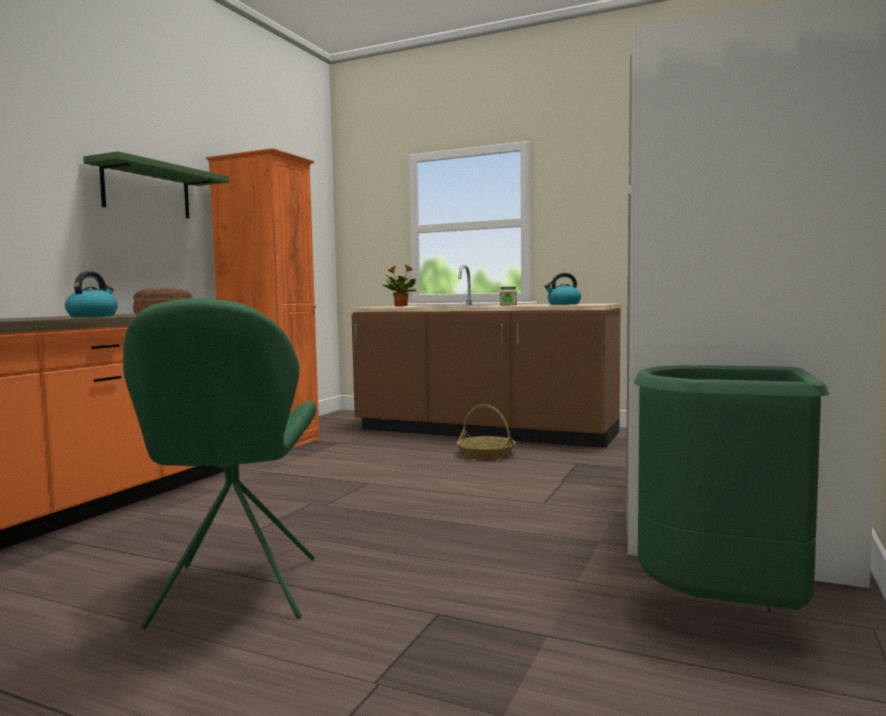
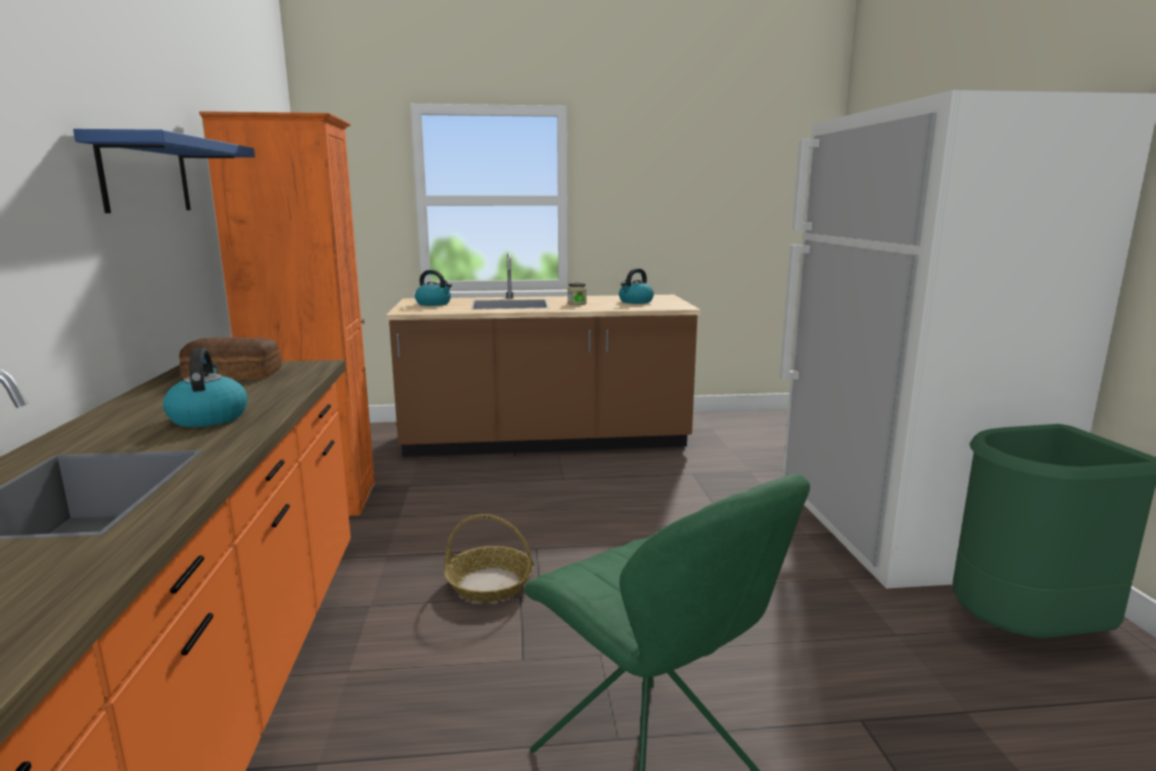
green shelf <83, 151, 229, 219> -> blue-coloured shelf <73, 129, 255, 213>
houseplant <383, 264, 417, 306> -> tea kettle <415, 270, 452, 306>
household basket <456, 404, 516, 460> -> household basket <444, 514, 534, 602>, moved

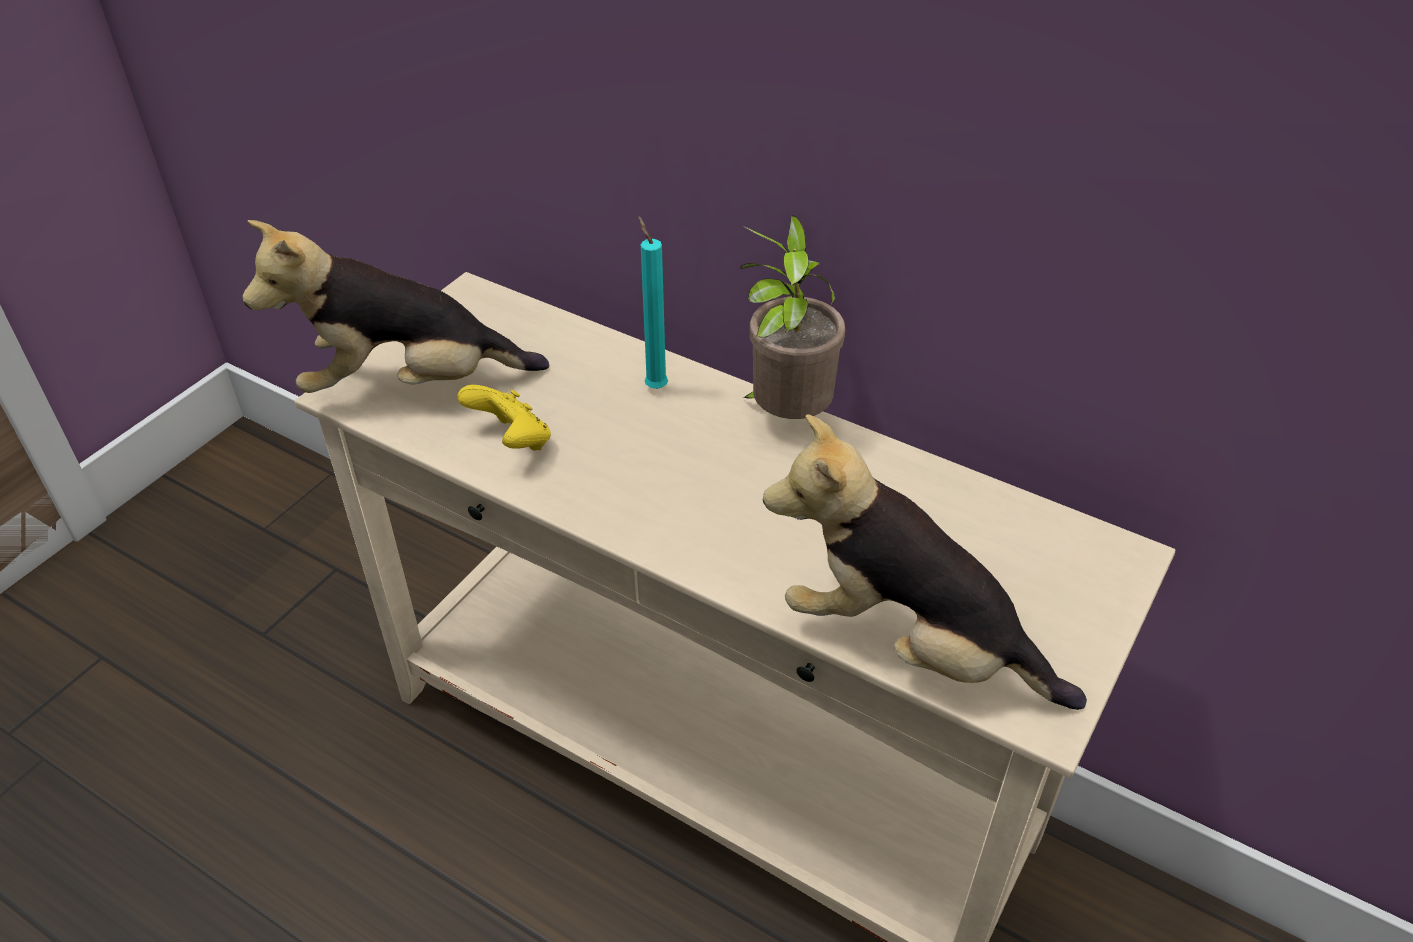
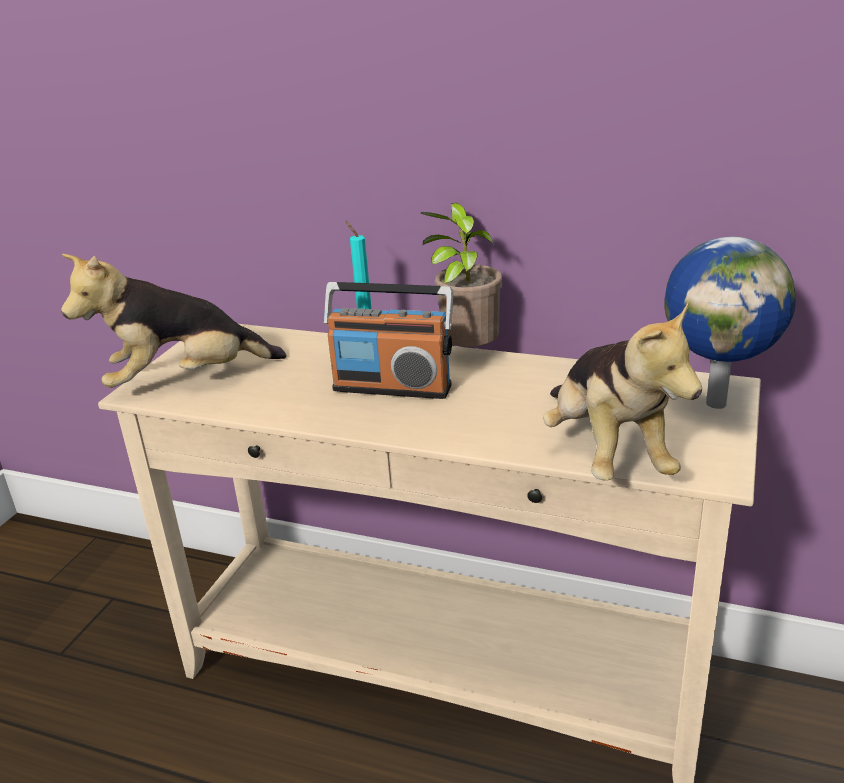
none -> radio receiver <324, 282, 453, 399>
plush toy <763, 415, 1087, 710> -> plush toy <543, 302, 702, 481>, 120 degrees counterclockwise
none -> world globe <664, 237, 796, 409>
yellow-coloured joypad <457, 385, 551, 451> -> none

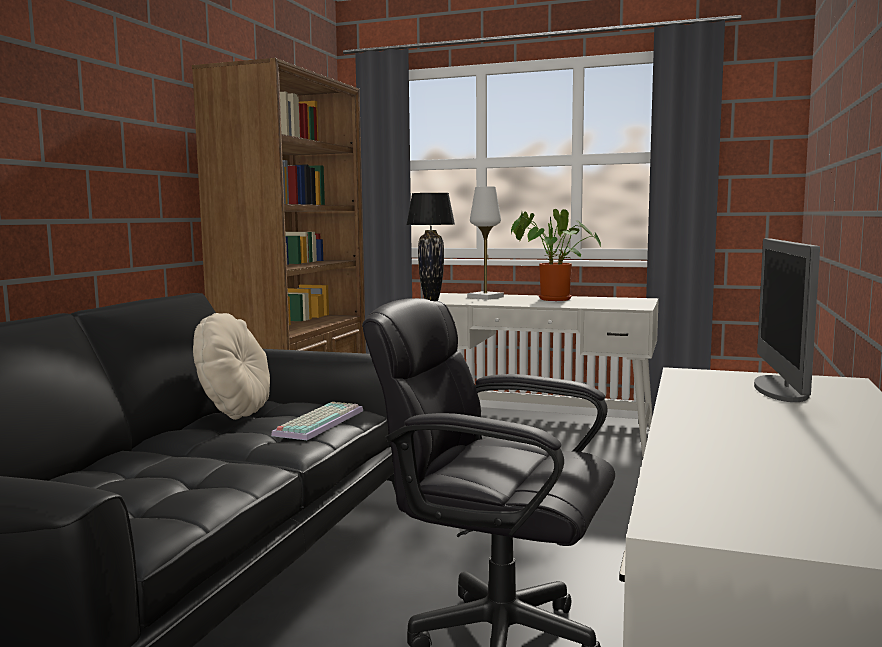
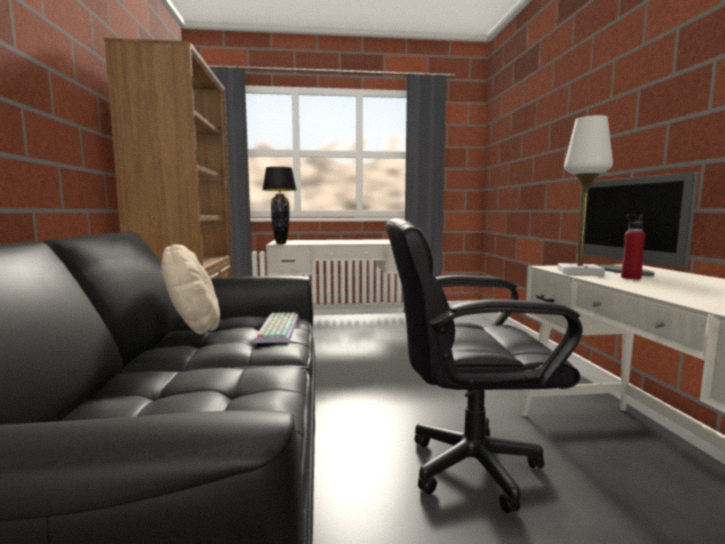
white lamp for a table <467, 186, 504, 300> -> white lamp for a table <558, 115, 613, 275>, moved
none -> reddish drink bottle <621, 214, 645, 279>
houseplant <511, 209, 601, 301> -> none

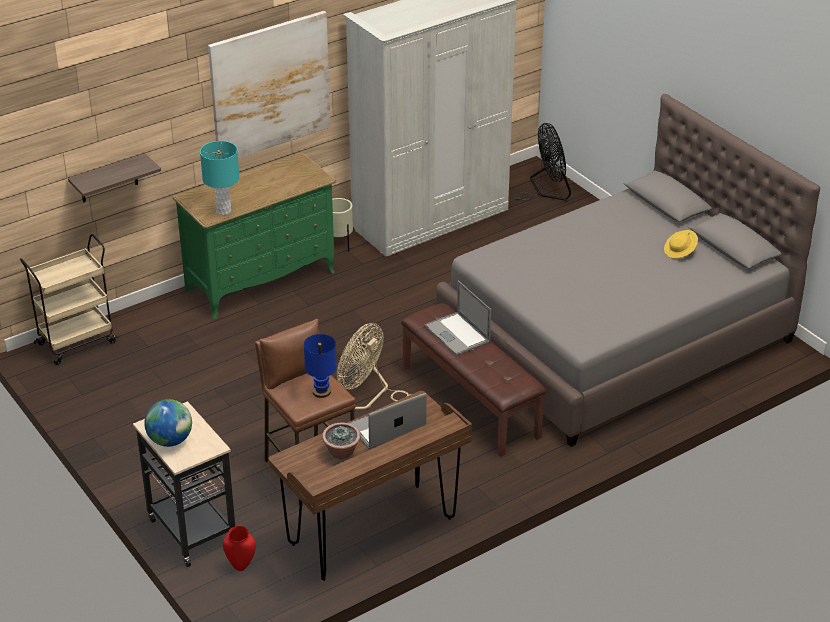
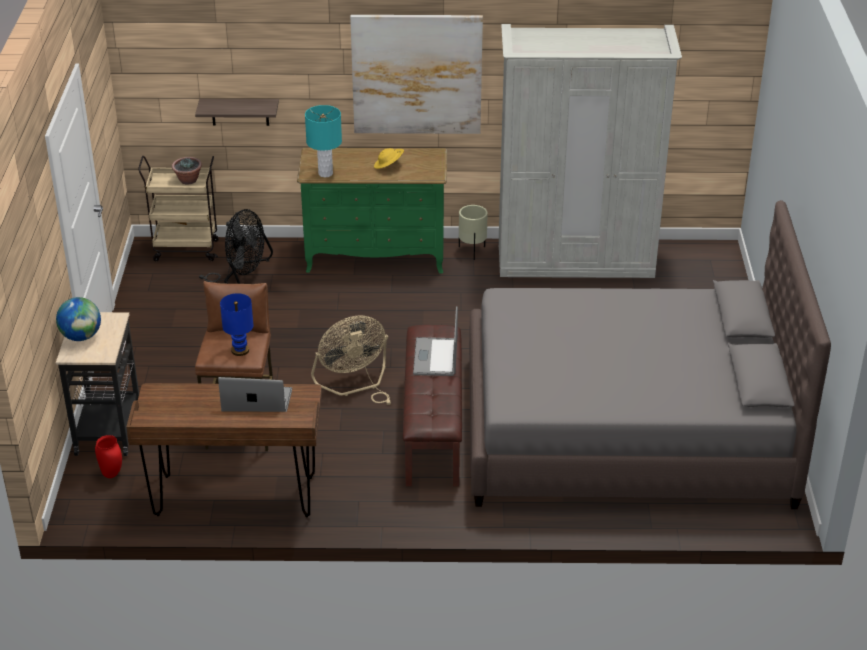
houseplant <322, 422, 360, 459> -> houseplant <172, 157, 202, 185>, moved
blackish electric fan <514, 123, 571, 201> -> blackish electric fan <199, 209, 273, 284>, moved
yellow-coloured wearable hat <664, 230, 698, 259> -> yellow-coloured wearable hat <374, 148, 404, 169>, moved

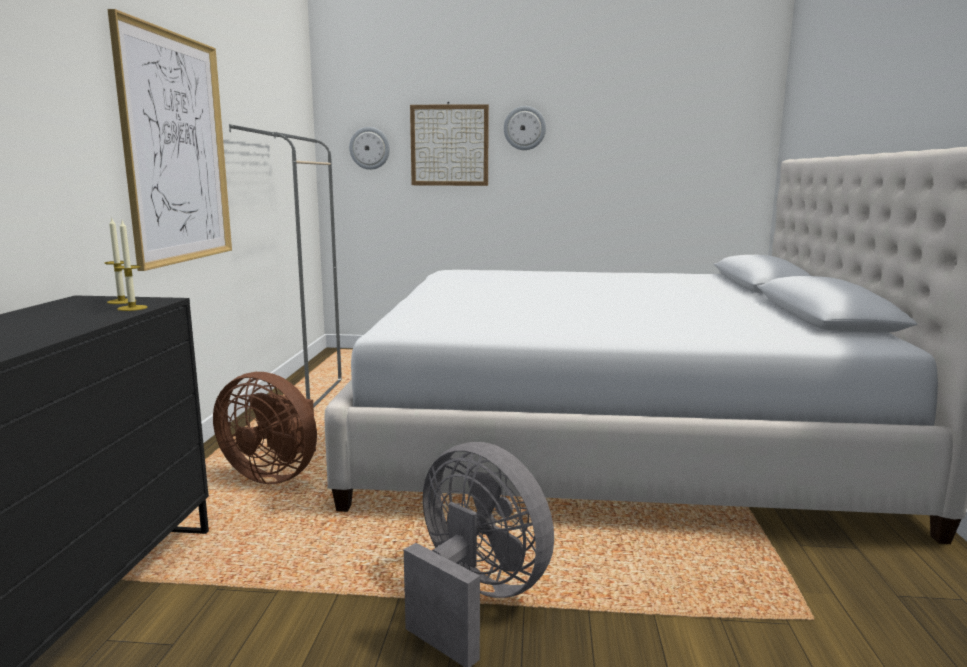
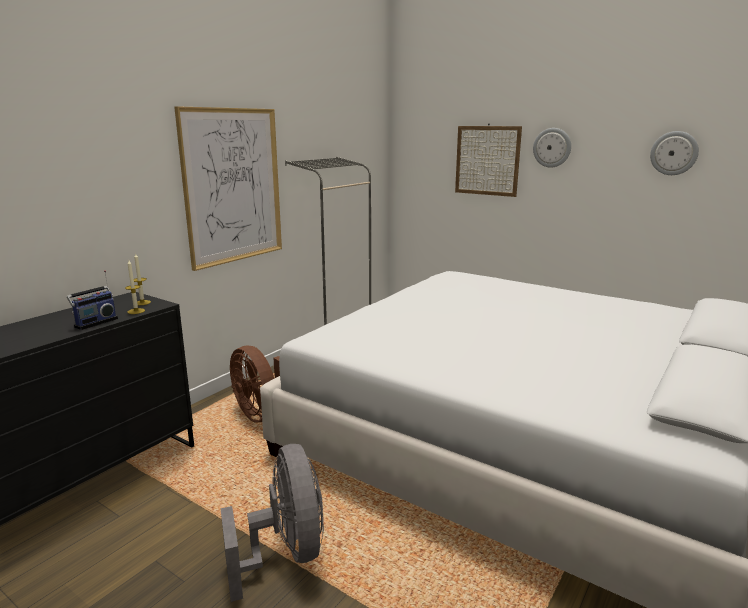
none -> radio receiver <67, 270, 118, 330>
hanging clock <349, 127, 390, 170> -> hanging clock <650, 131, 699, 175>, moved

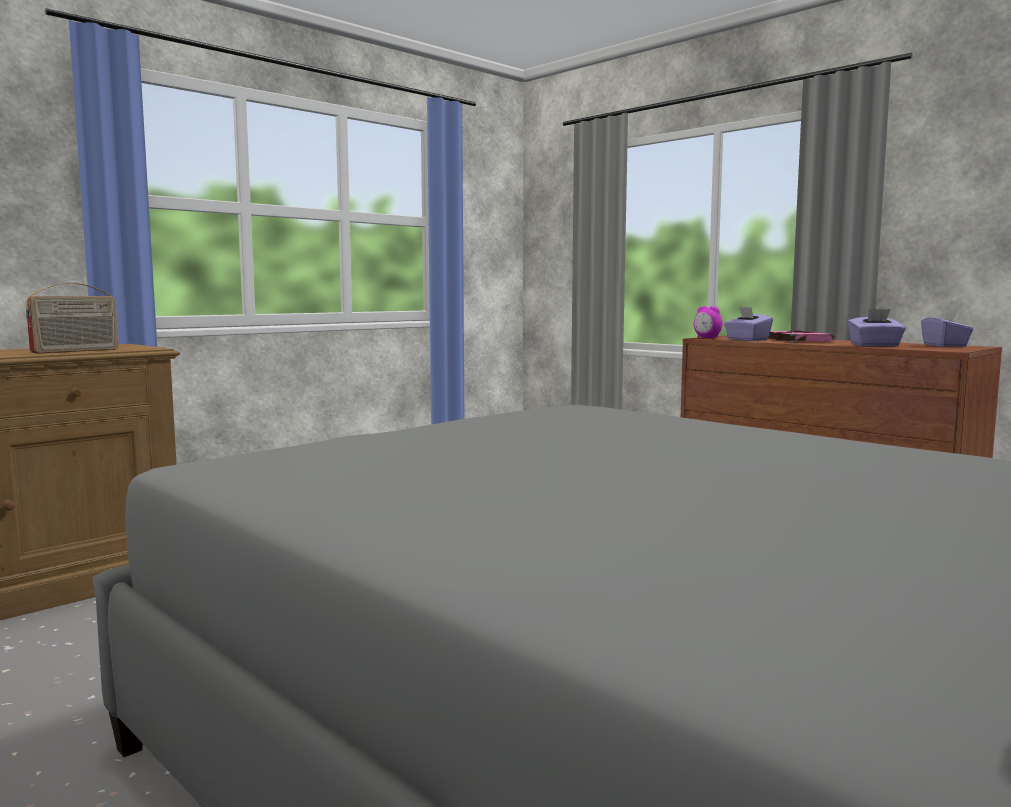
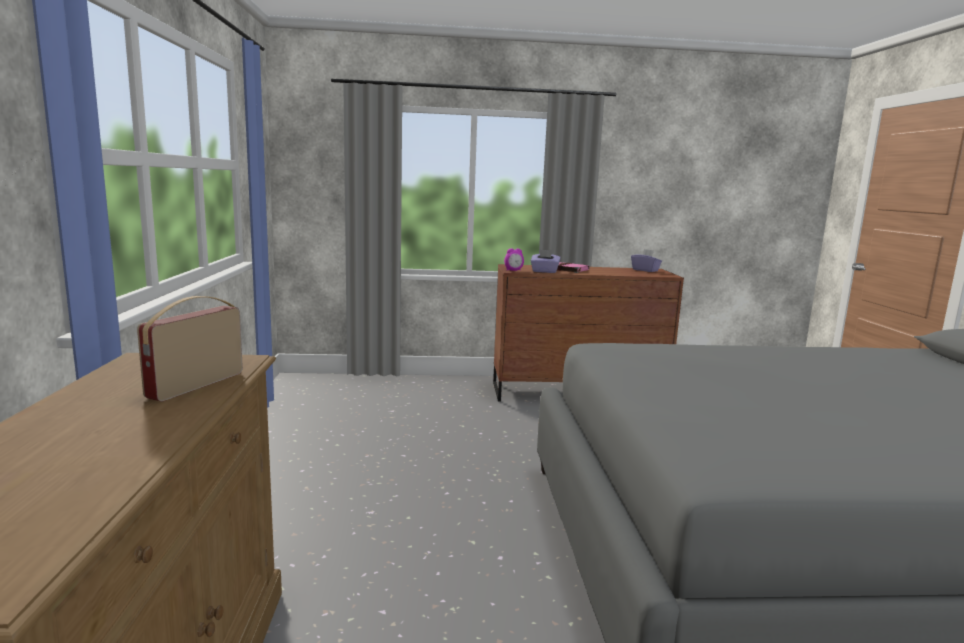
radio receiver <26, 283, 119, 354> -> radio receiver <137, 296, 243, 402>, 150 degrees counterclockwise
purplish tissue box <848, 309, 906, 347> -> none

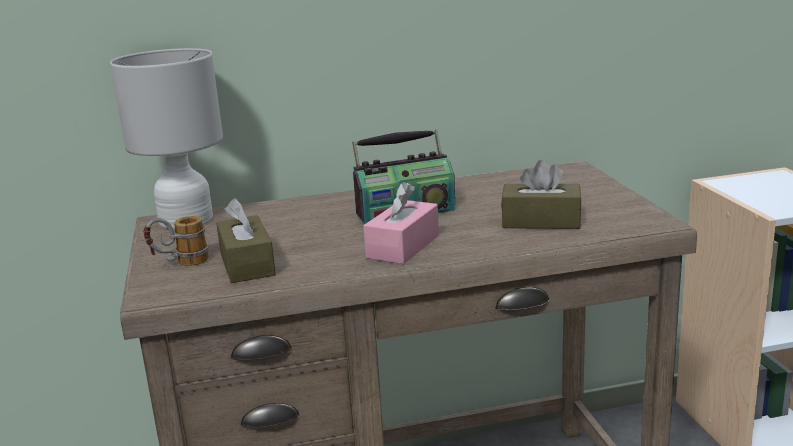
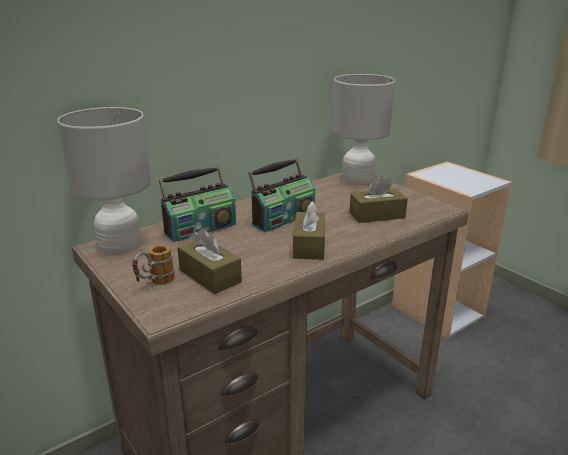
none -> radio receiver <159, 167, 236, 242>
pink-coloured tissue box <363, 182, 439, 264> -> brown tissue box <293, 201, 325, 260>
none -> greyish lamp for a table <332, 74, 395, 184>

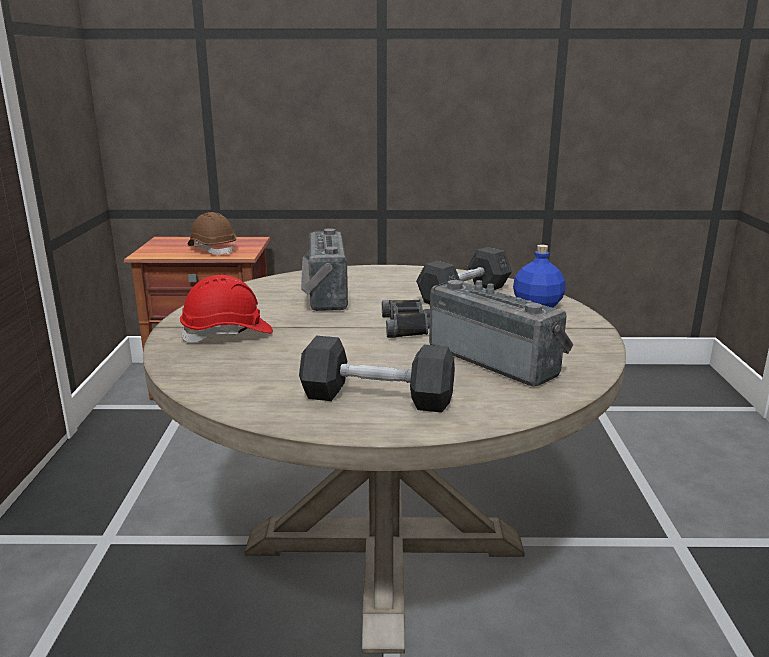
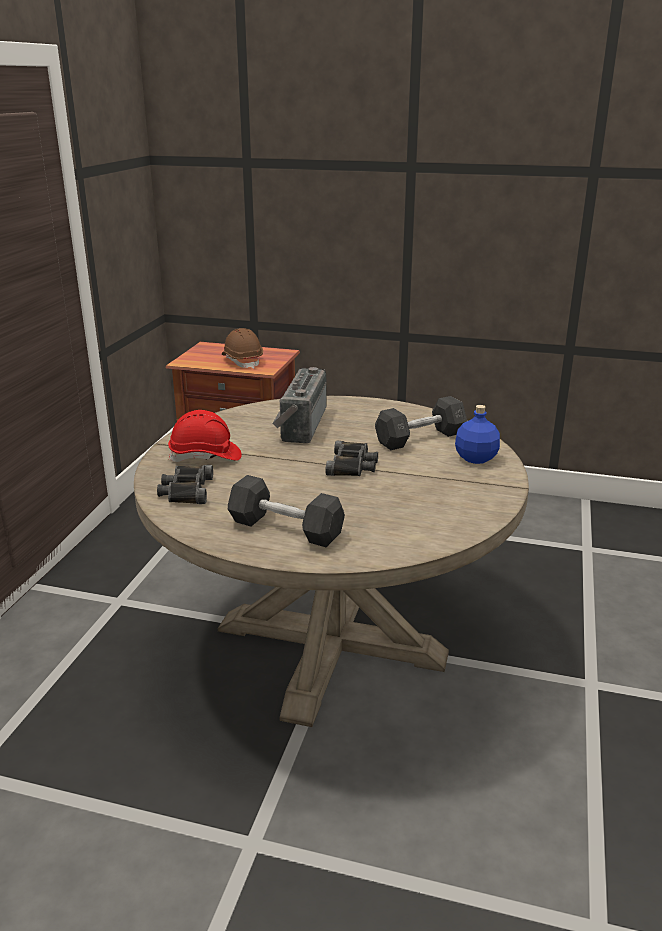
none -> blackish pair of binoculars <157, 465, 213, 504>
radio receiver <429, 279, 574, 386> -> none

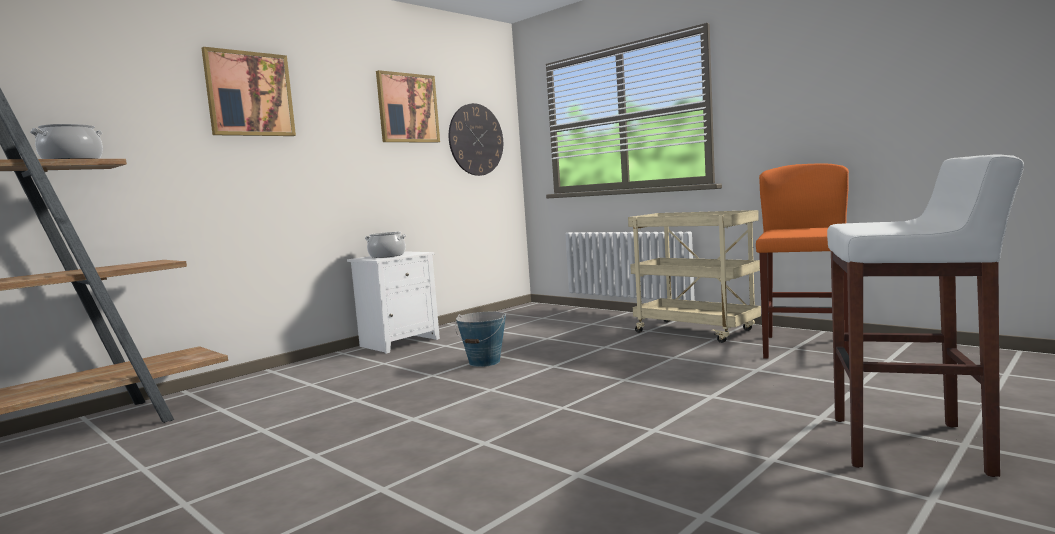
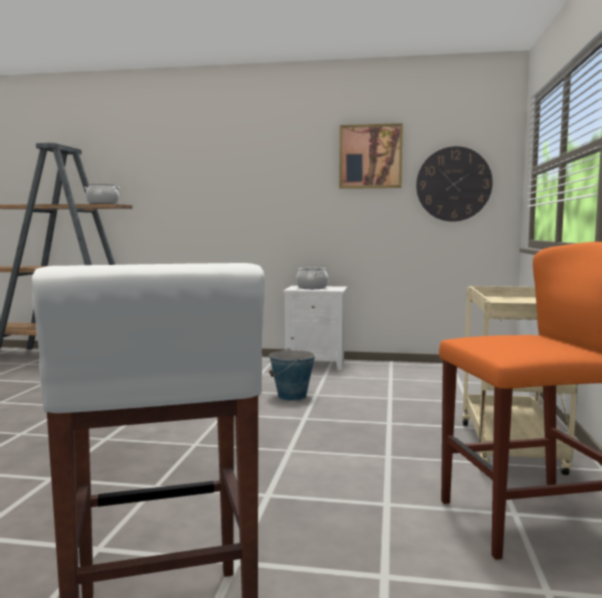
wall art <202, 47, 296, 136> -> none

